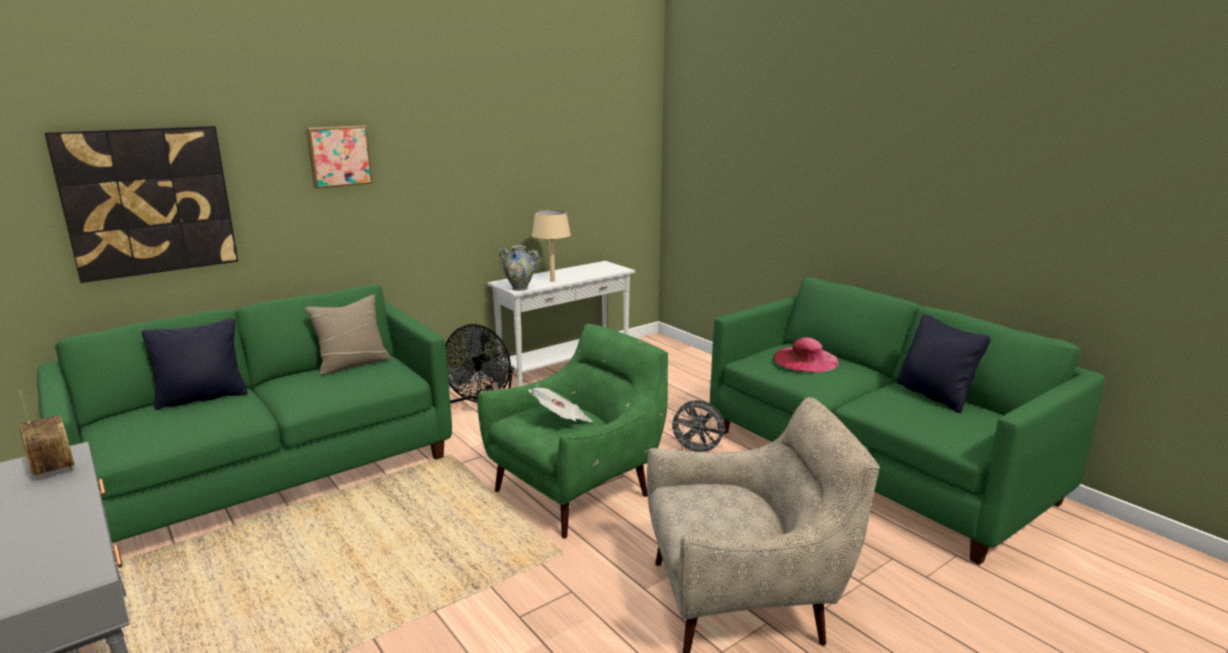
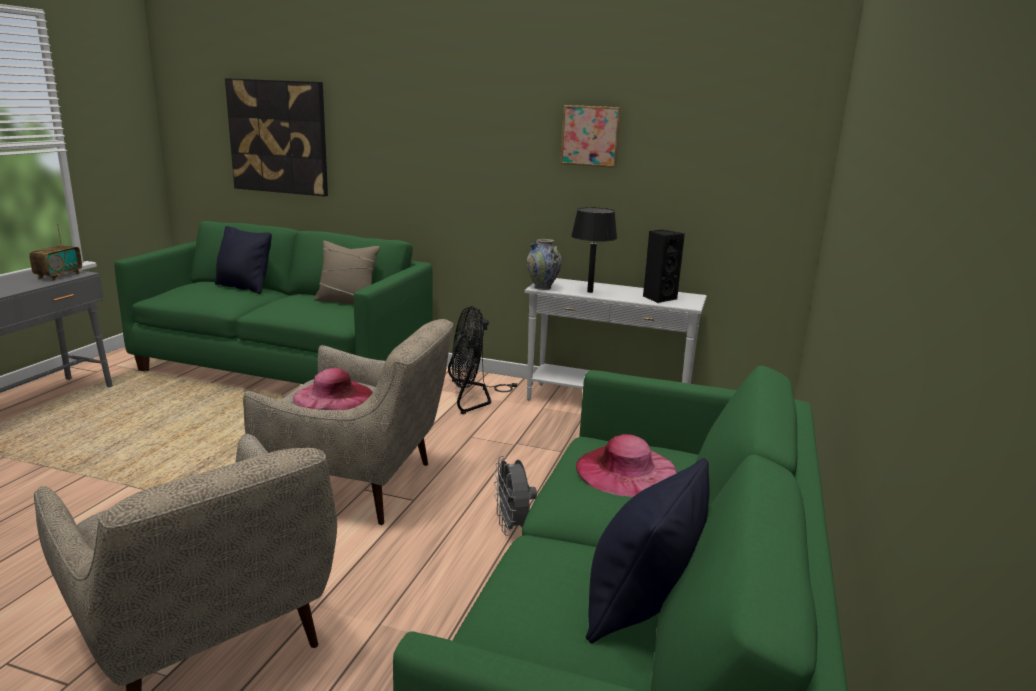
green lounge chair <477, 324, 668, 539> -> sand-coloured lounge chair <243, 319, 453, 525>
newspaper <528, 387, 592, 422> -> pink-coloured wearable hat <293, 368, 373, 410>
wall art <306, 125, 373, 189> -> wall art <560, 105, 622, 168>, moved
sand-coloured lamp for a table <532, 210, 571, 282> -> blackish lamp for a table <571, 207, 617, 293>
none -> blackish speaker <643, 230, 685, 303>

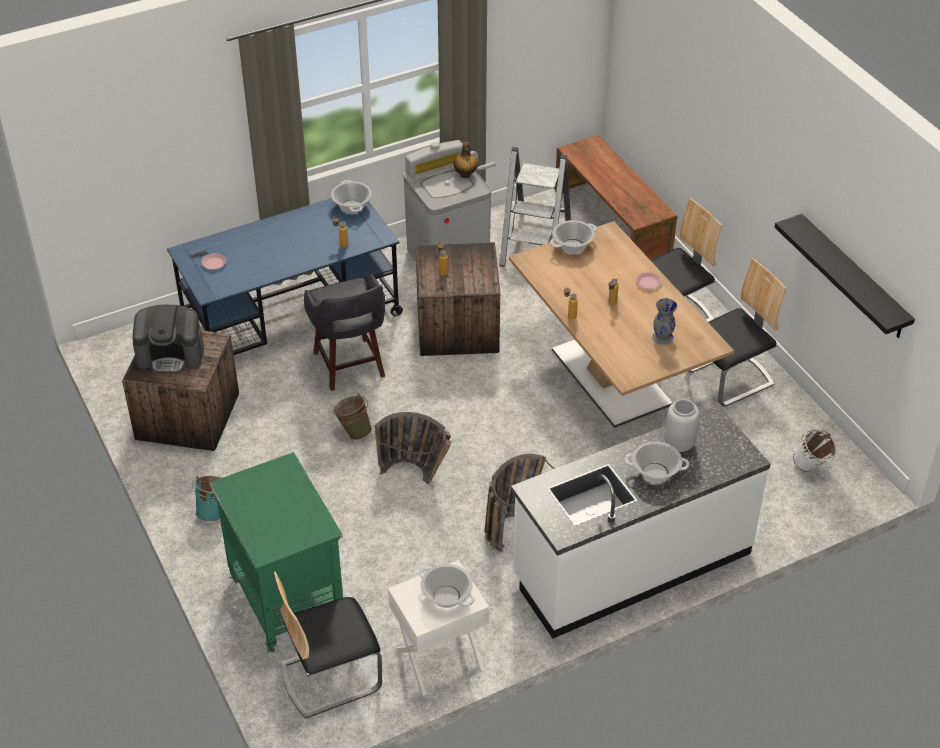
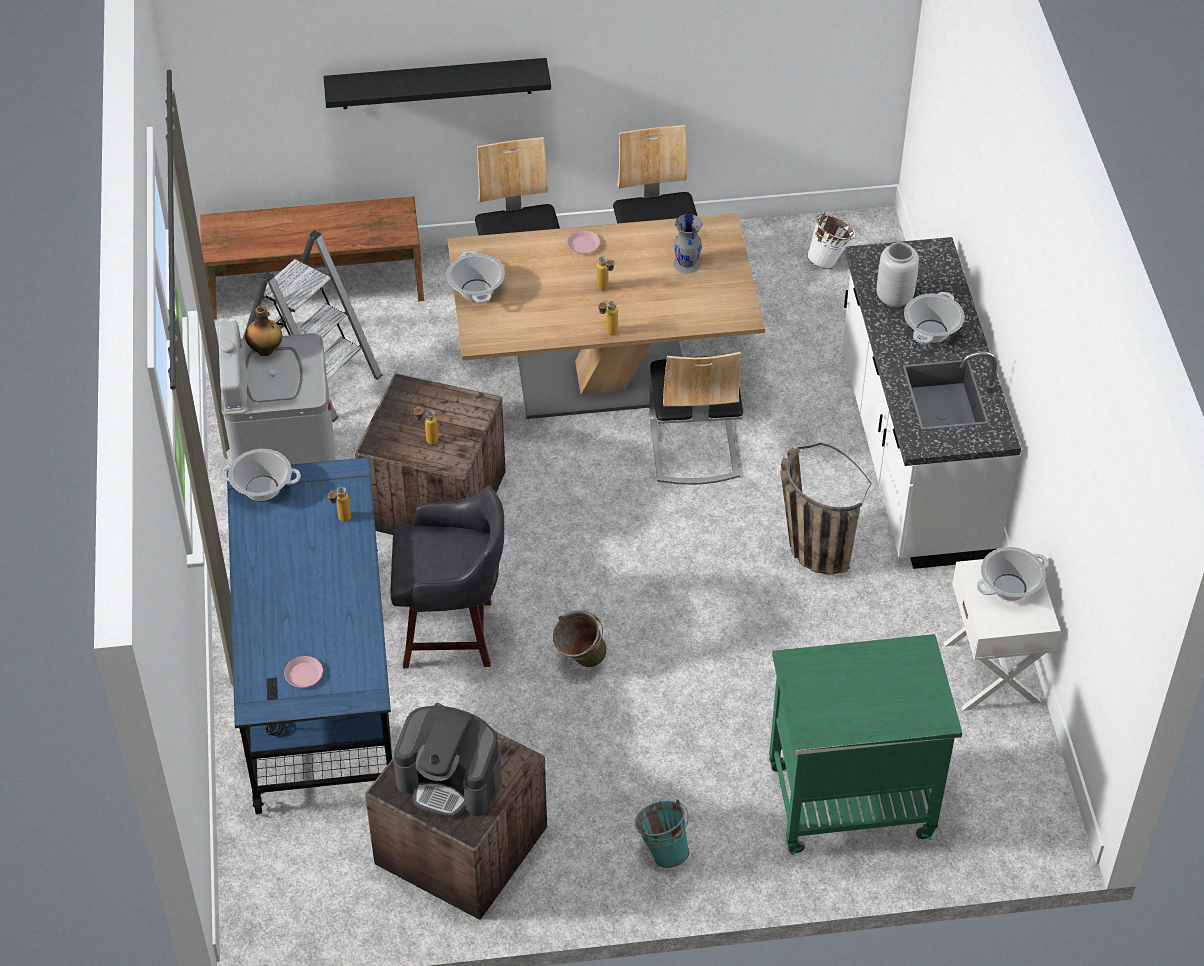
blackish shelf <774, 214, 915, 338> -> blackish shelf <323, 58, 551, 109>, moved
coffee machine <132, 305, 204, 374> -> coffee machine <393, 706, 502, 818>, 90 degrees clockwise
chair <274, 571, 382, 719> -> chair <650, 352, 743, 485>, moved
household basket <375, 412, 451, 484> -> none

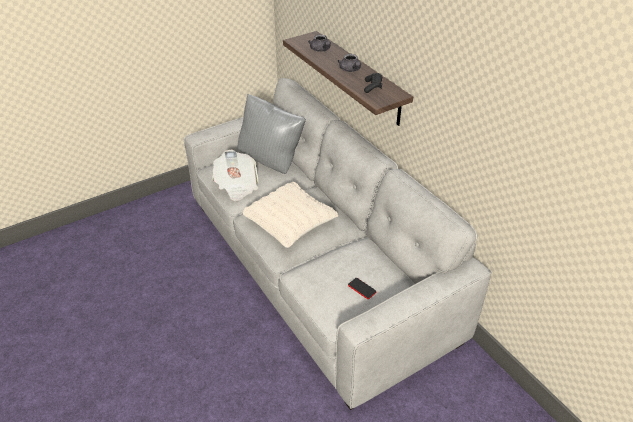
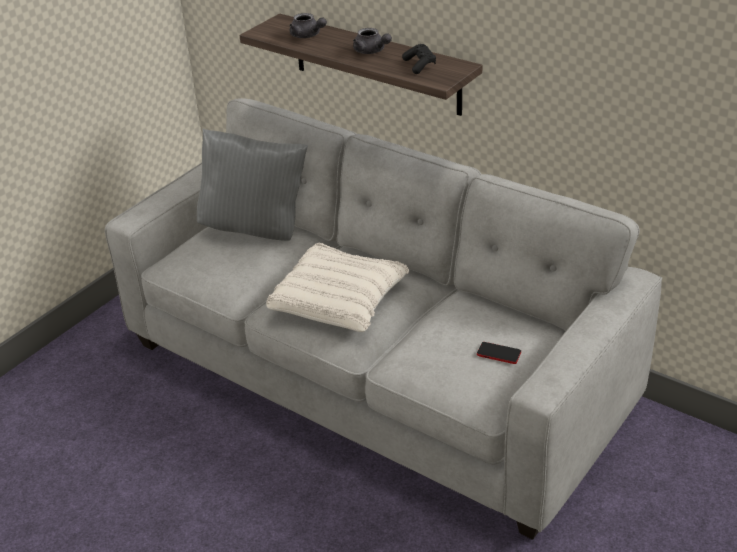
newspaper <213, 150, 258, 201> -> none

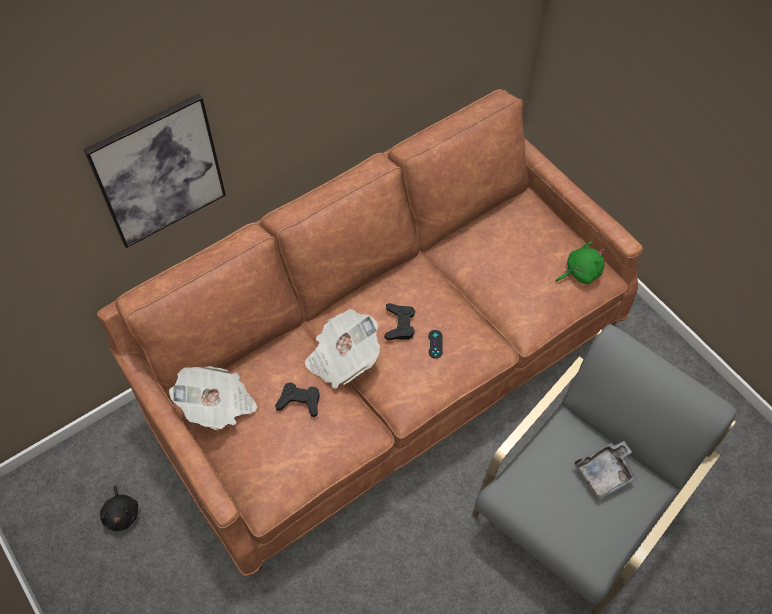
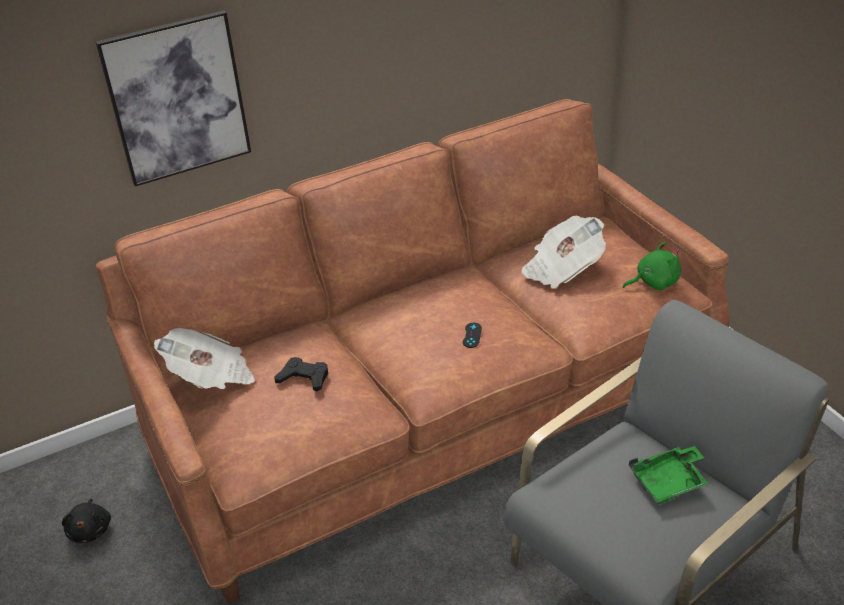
newspaper <305, 309, 380, 389> -> newspaper <521, 215, 606, 289>, moved
greyish tray <575, 441, 638, 500> -> green tray <629, 446, 709, 504>
blackish joypad <385, 303, 415, 340> -> none

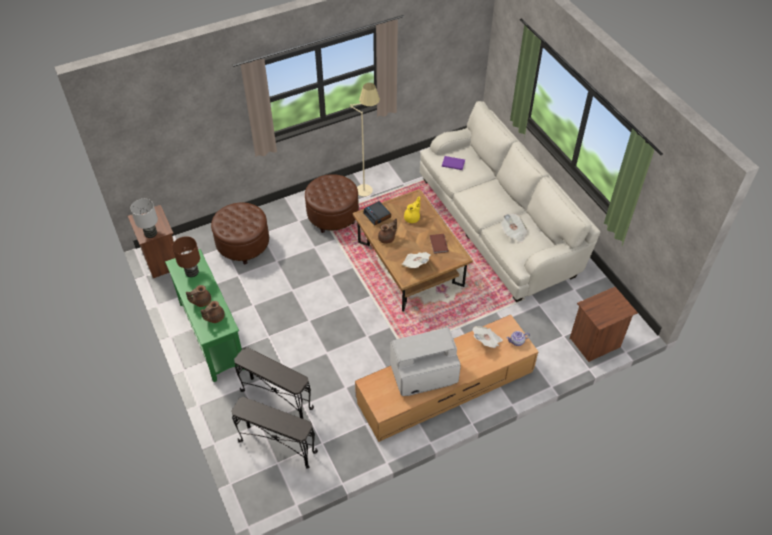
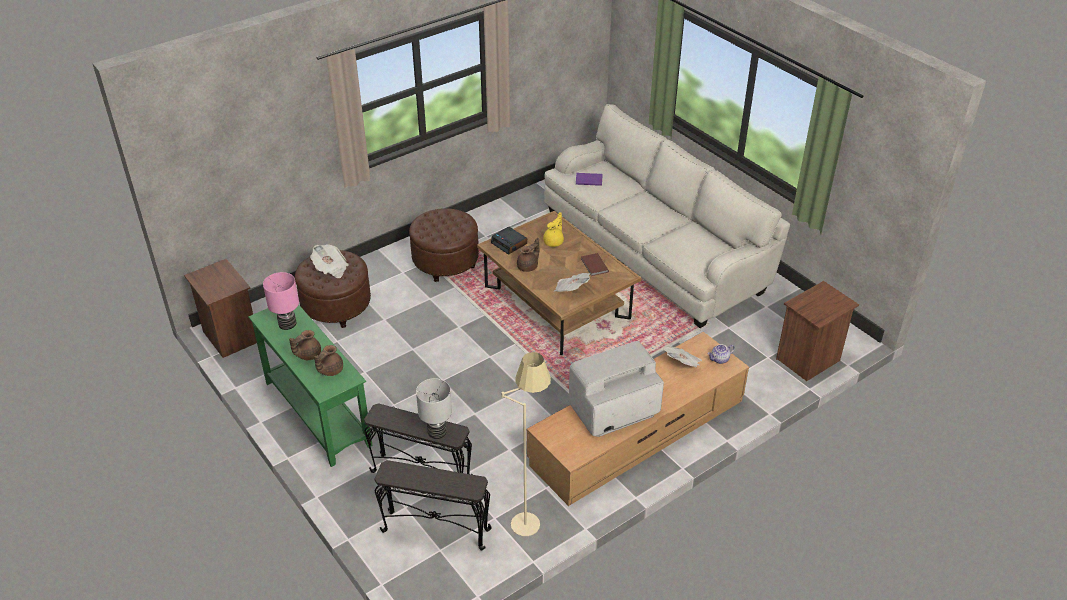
brown lamp for a table <172, 236, 200, 277> -> pink-coloured lamp for a table <263, 272, 299, 330>
newspaper <501, 214, 528, 243> -> newspaper <310, 244, 349, 278>, moved
greyish lamp for a table <131, 199, 158, 238> -> greyish lamp for a table <416, 378, 452, 439>, moved
sand-coloured standard lamp <350, 83, 380, 197> -> sand-coloured standard lamp <501, 352, 551, 536>, moved

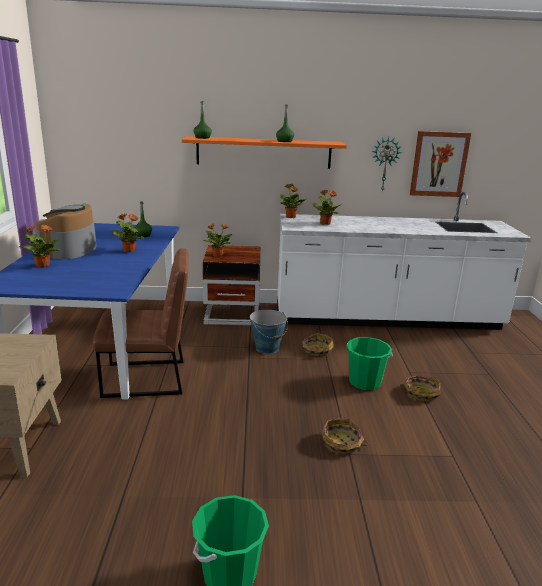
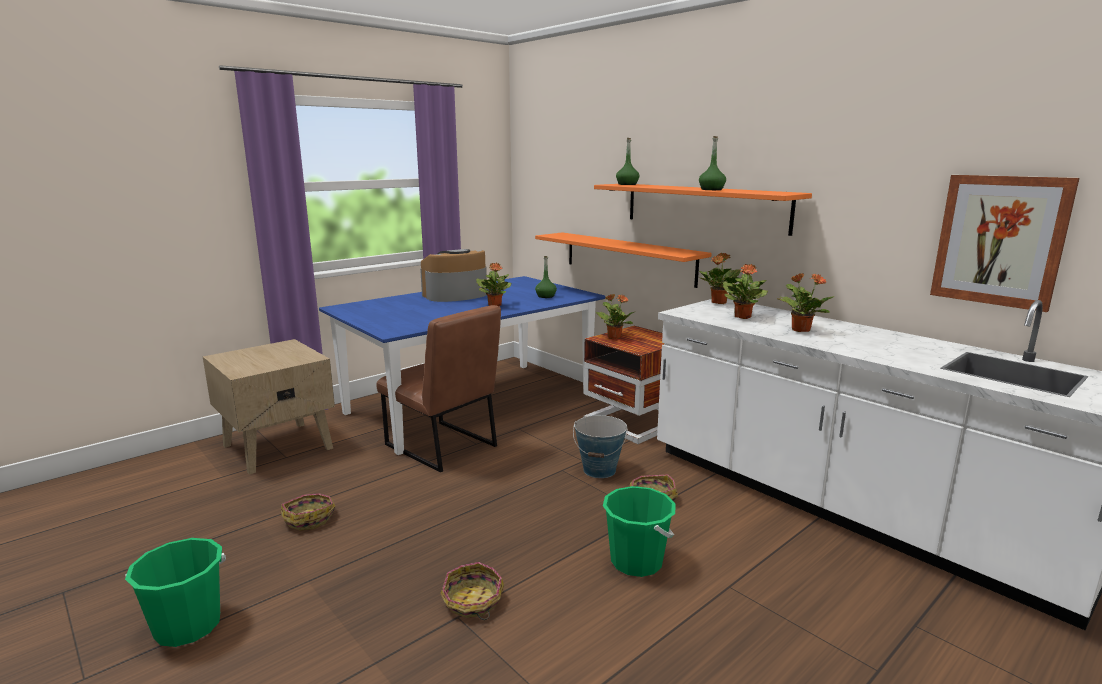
household basket <399, 375, 440, 401> -> household basket <281, 493, 336, 531>, moved
none -> orange-coloured shelf <535, 232, 712, 288>
houseplant <20, 225, 61, 268> -> houseplant <778, 273, 835, 332>, moved
hanging clock <372, 137, 402, 192> -> none

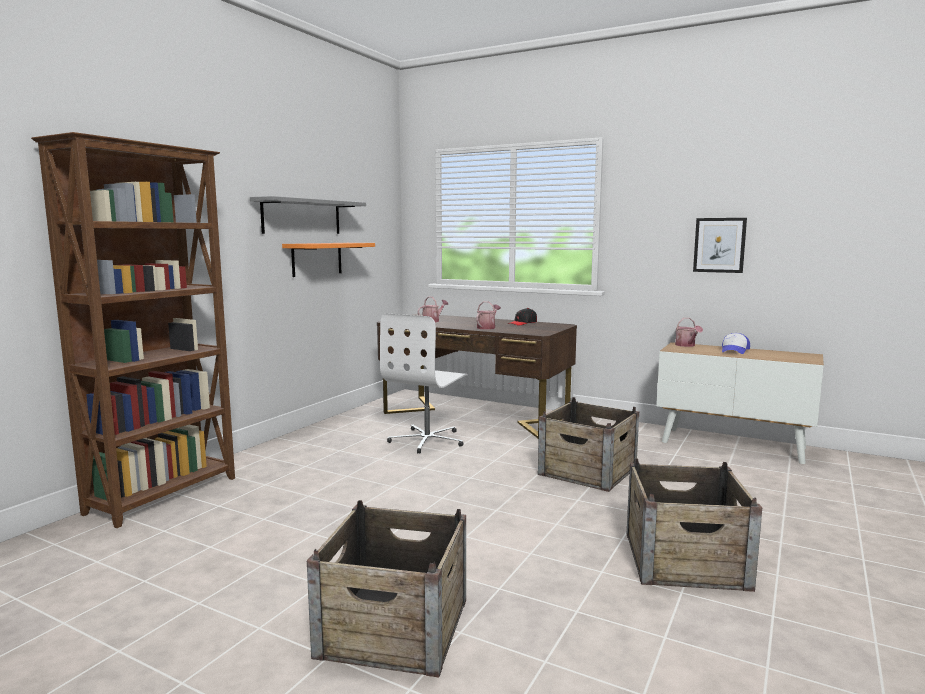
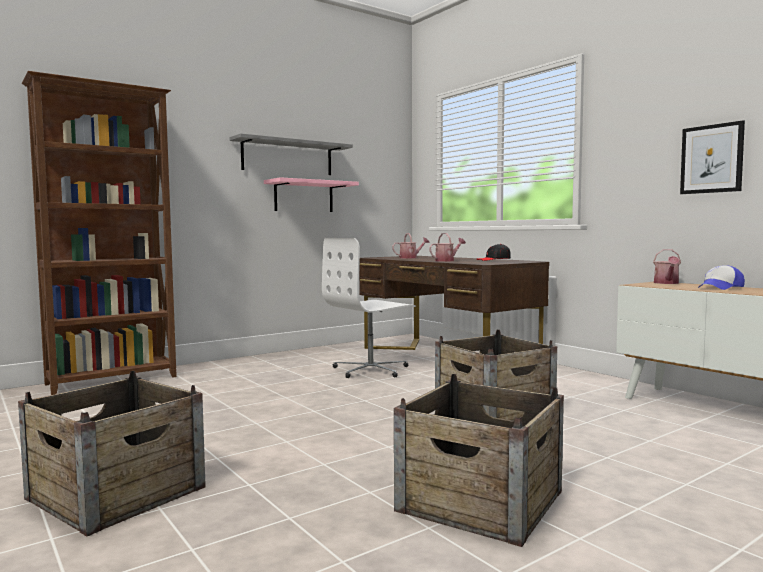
orange-coloured shelf <282, 243, 375, 277> -> pink-coloured shelf <264, 177, 359, 212>

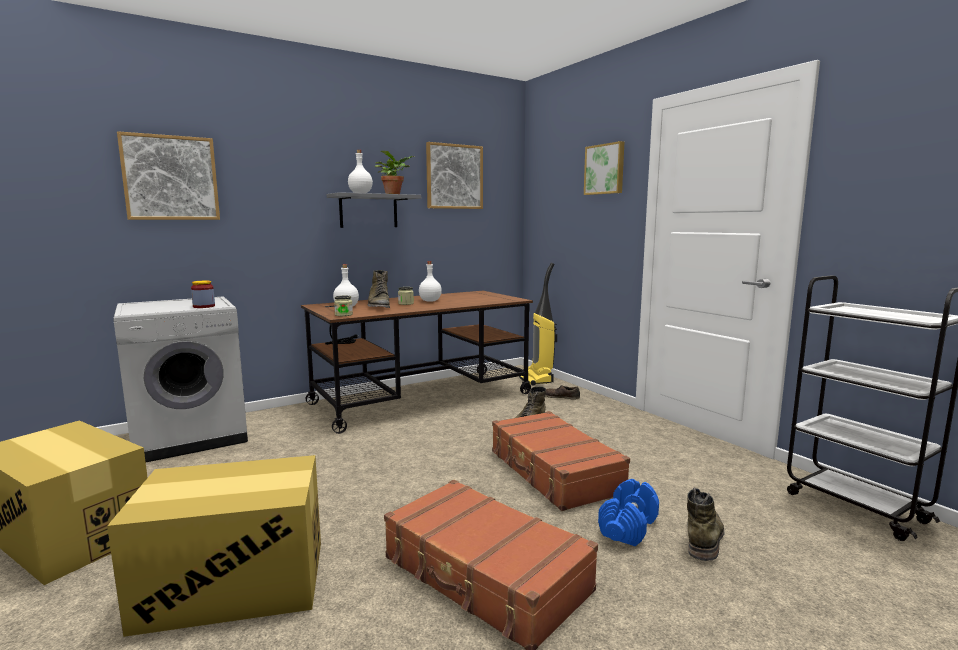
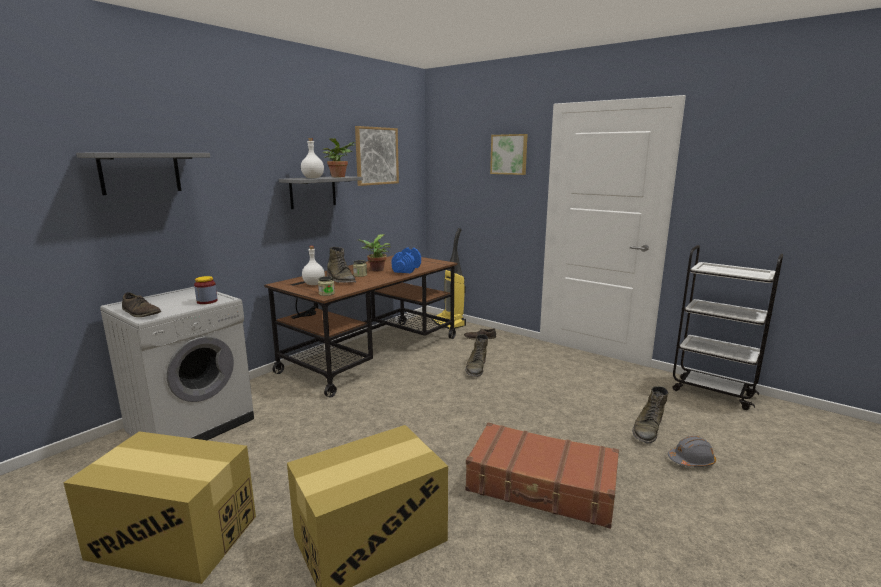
wall art <117, 131, 220, 220> -> greyish shelf <76, 153, 210, 195>
none -> brown item of footwear <122, 292, 161, 317>
white drink bottle <419, 261, 442, 302> -> houseplant <356, 234, 391, 271>
blue-coloured free weight <598, 479, 659, 546> -> blue-coloured free weight <392, 247, 421, 273>, moved
green boot <687, 487, 725, 561> -> green boot <632, 386, 669, 444>, 150 degrees counterclockwise
none -> greyish hard hat <668, 436, 716, 467>
brown piece of luggage <492, 411, 630, 511> -> none

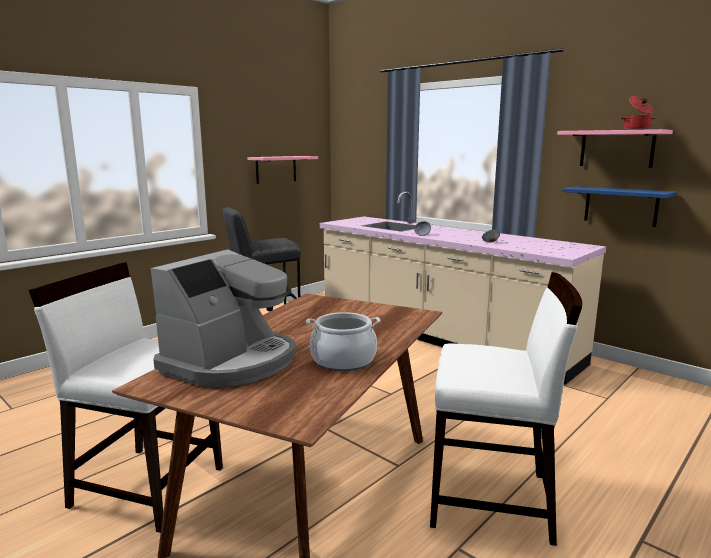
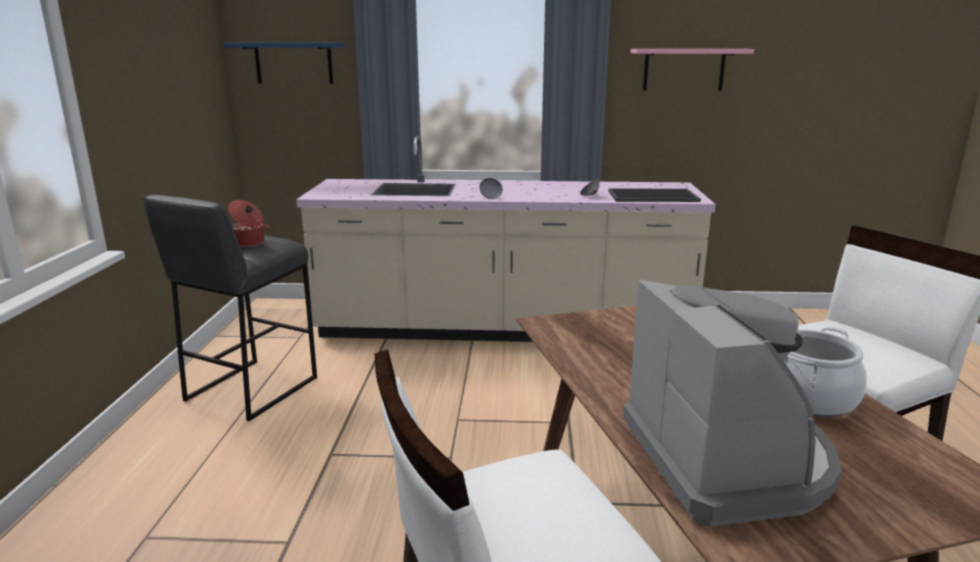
blue-coloured shelf <562, 186, 676, 227> -> blue-coloured shelf <223, 43, 345, 84>, moved
saucepot <620, 96, 656, 130> -> saucepot <228, 200, 269, 247>, moved
none -> tray <608, 188, 701, 202>
pink-coloured shelf <247, 156, 318, 184> -> none

